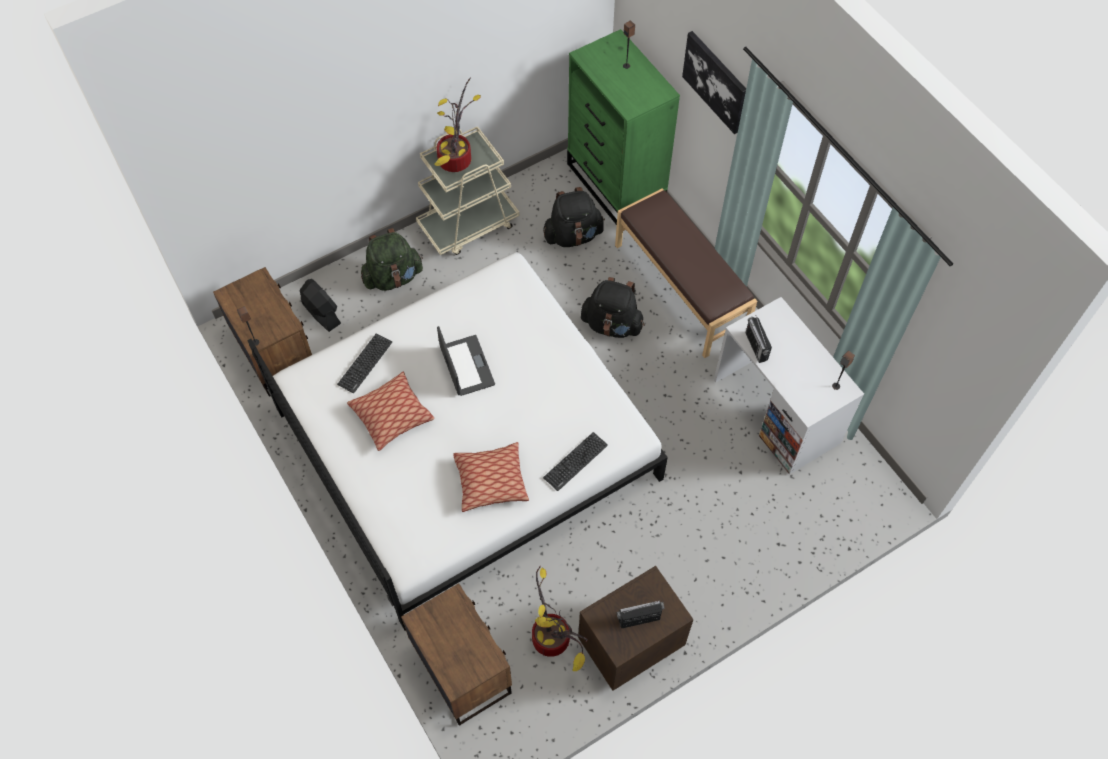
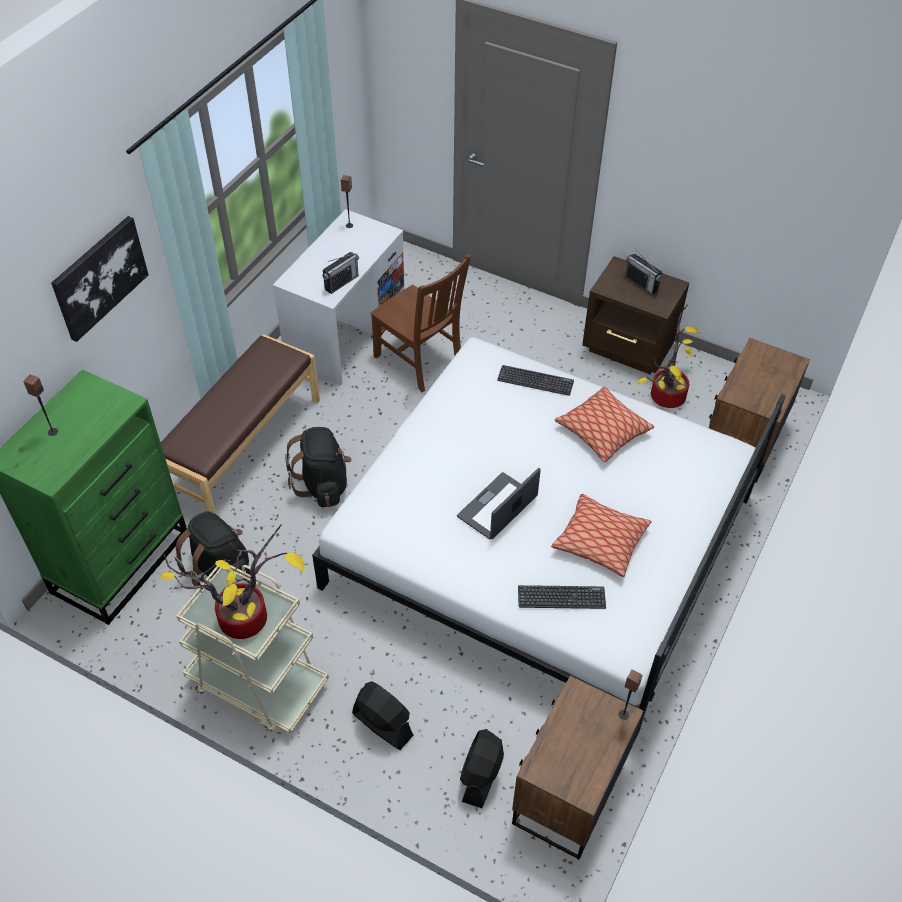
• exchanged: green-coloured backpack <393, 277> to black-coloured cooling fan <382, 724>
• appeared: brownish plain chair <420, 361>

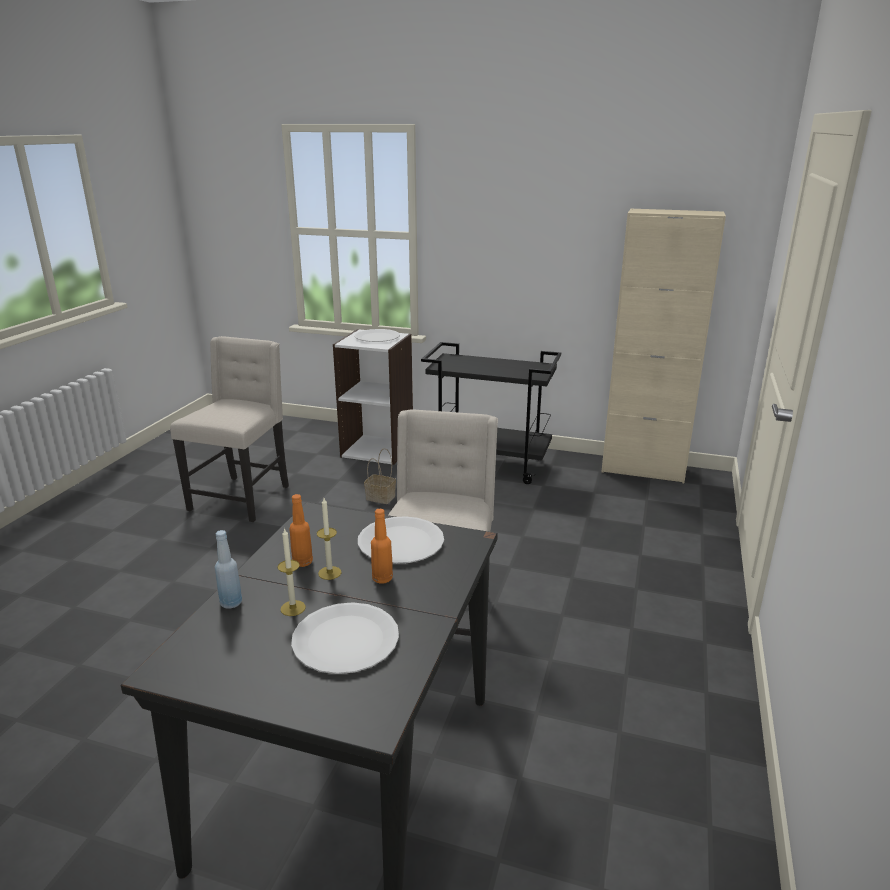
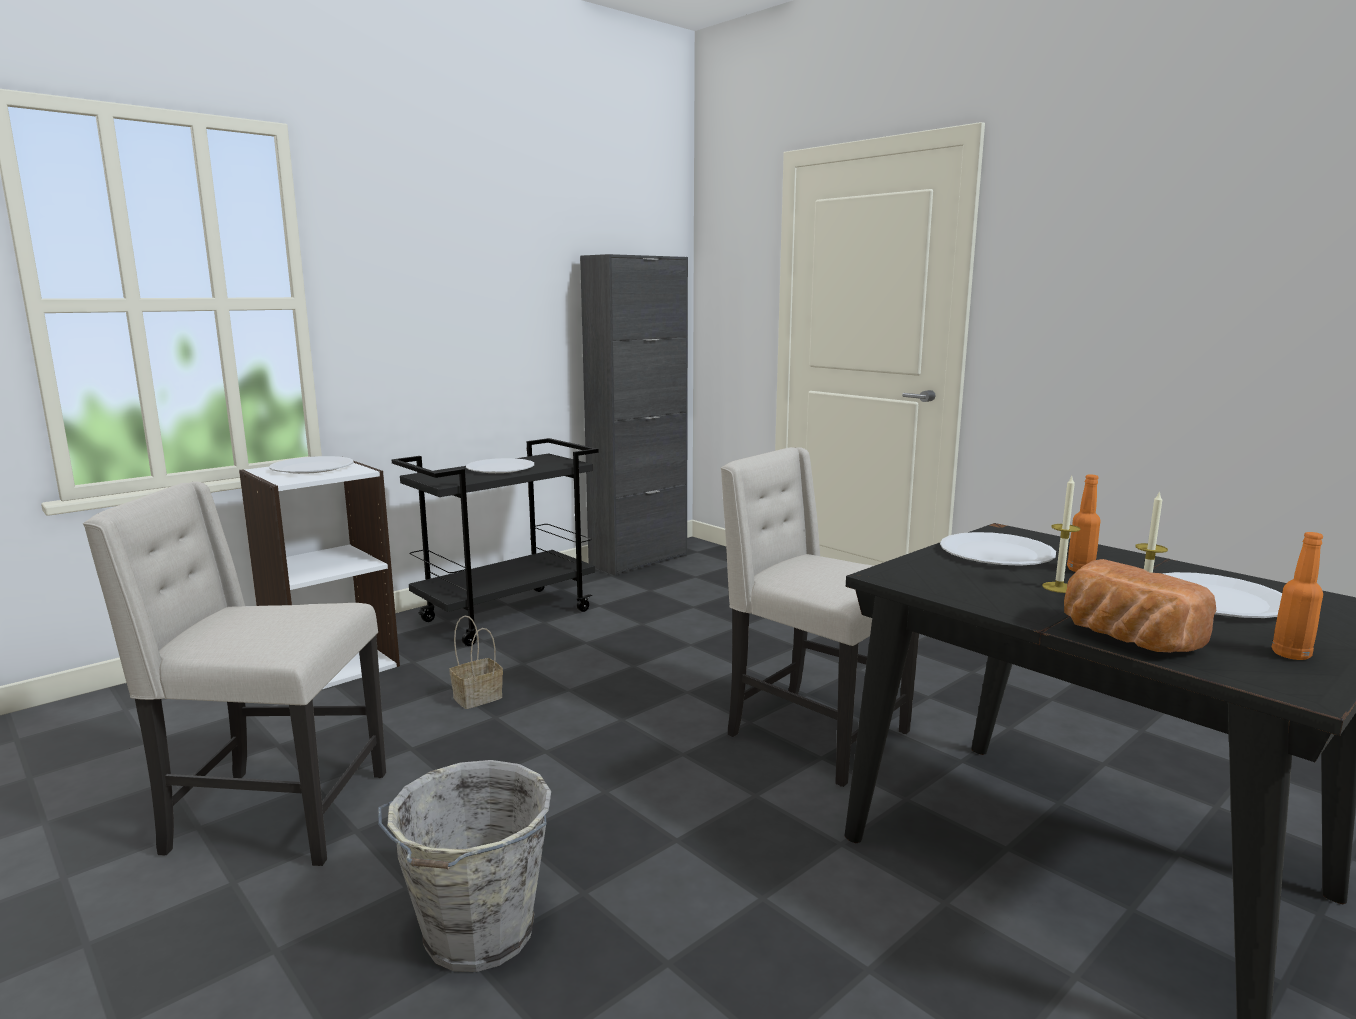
• spun: beige-coloured plain chair <242, 498> = <273, 815> 45 degrees counterclockwise
• appeared: gray pail <477, 936>
• appeared: white-coloured plate <500, 468>
• colour: beige-coloured cabinet <643, 470> to black-coloured cabinet <638, 560>
• exchanged: blue bottle <231, 603> to bakery bread <1124, 639>
• relocated: orange bottle <302, 562> to <1290, 654>

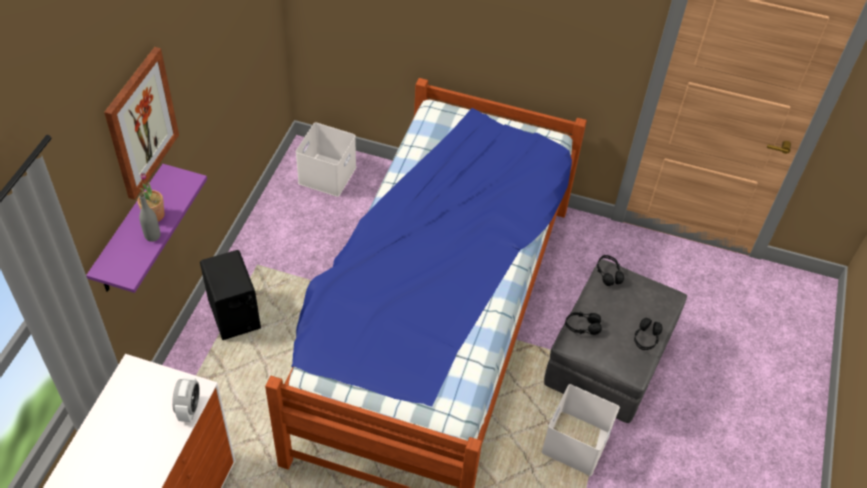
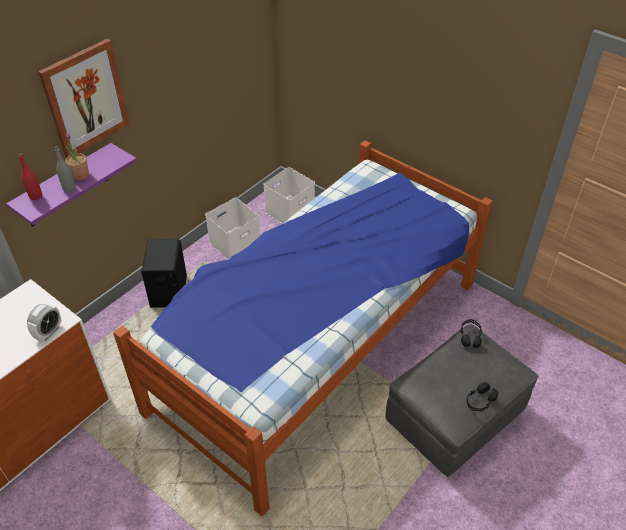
• appeared: red-coloured bottle <36, 196>
• relocated: white-coloured storage container <574, 442> to <235, 242>
• missing: black-coloured headset <582, 327>

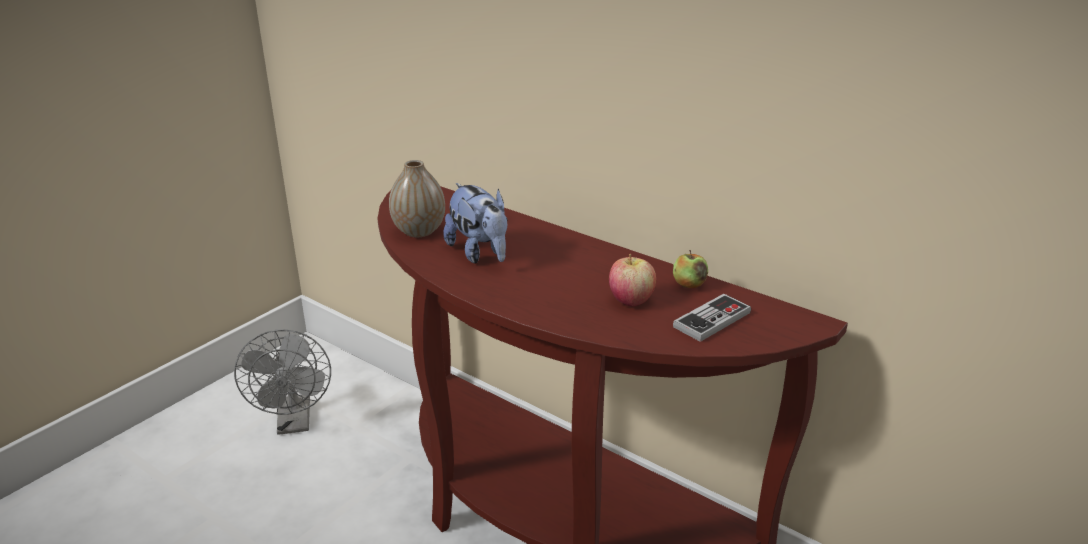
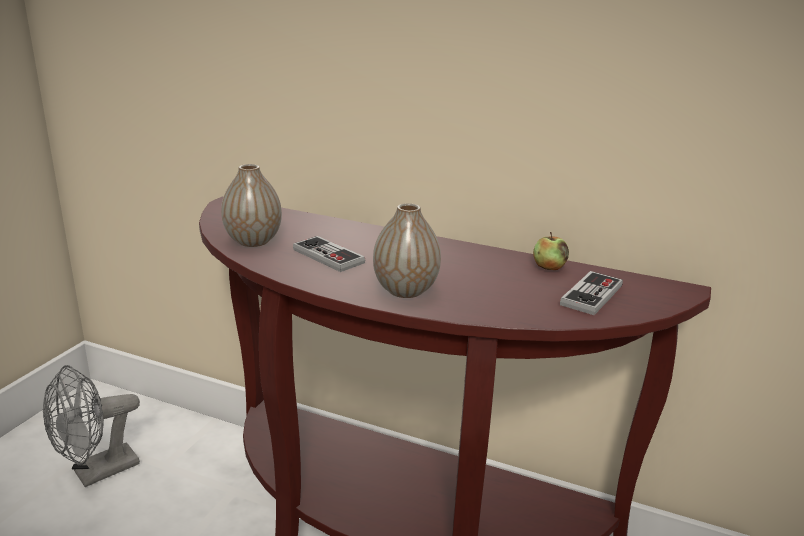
• spun: gray cooling fan <295, 423> = <97, 473> 75 degrees clockwise
• exchanged: plush toy <480, 253> to gamepad <328, 256>
• appeared: vase <405, 290>
• missing: apple <631, 300>

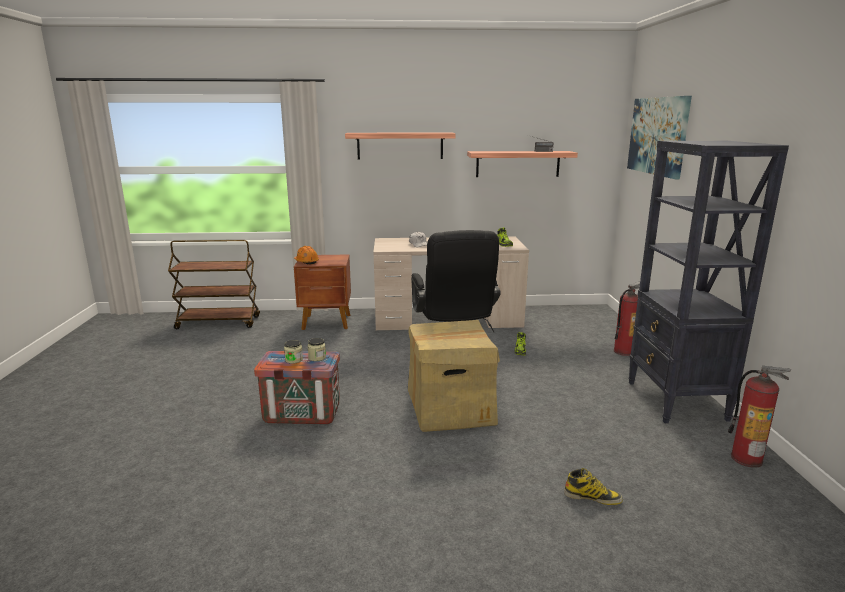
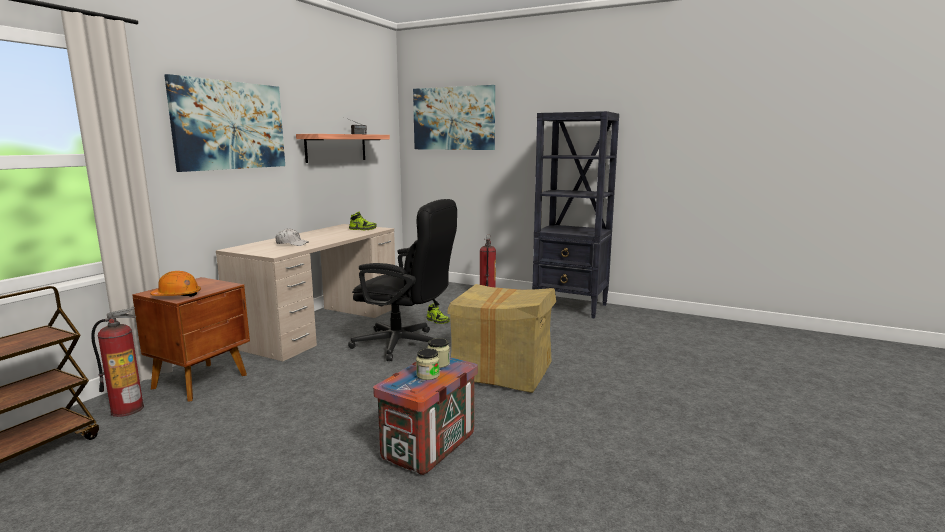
• relocated: extinguisher <746, 458> to <127, 409>
• exchanged: bracket shelf <400, 145> to wall art <230, 125>
• missing: tall boot <592, 497>

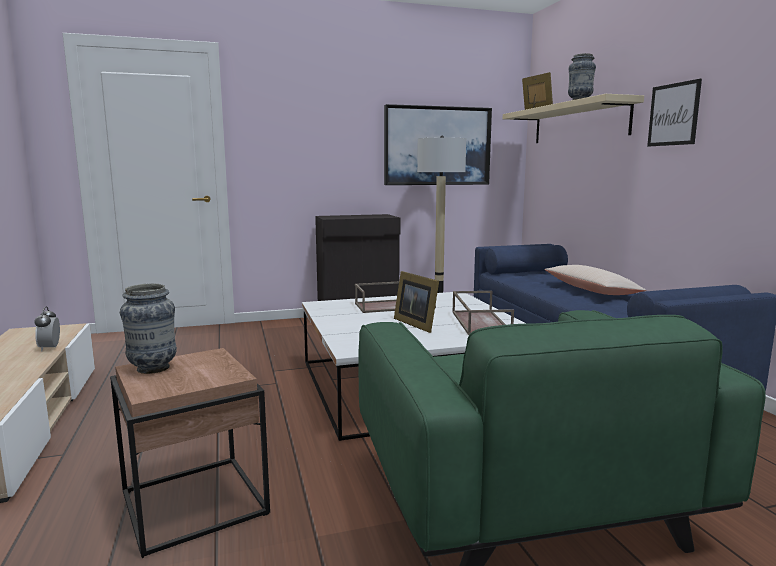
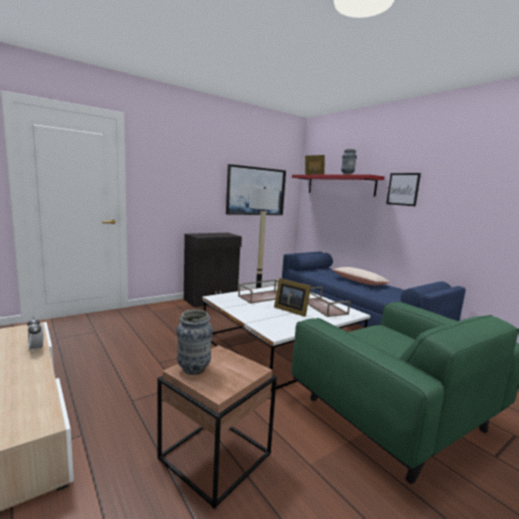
• colour: beige-coloured bracket shelf <579, 123> to red-coloured bracket shelf <339, 185>

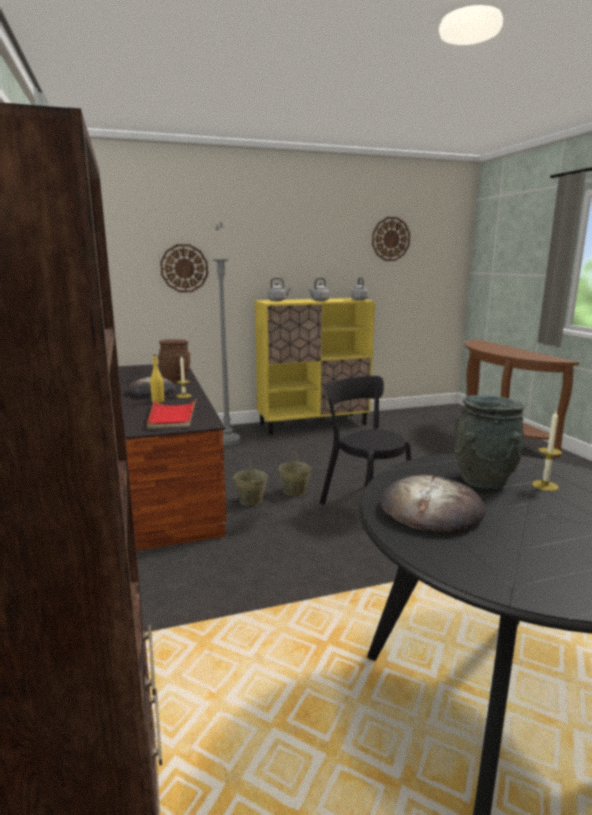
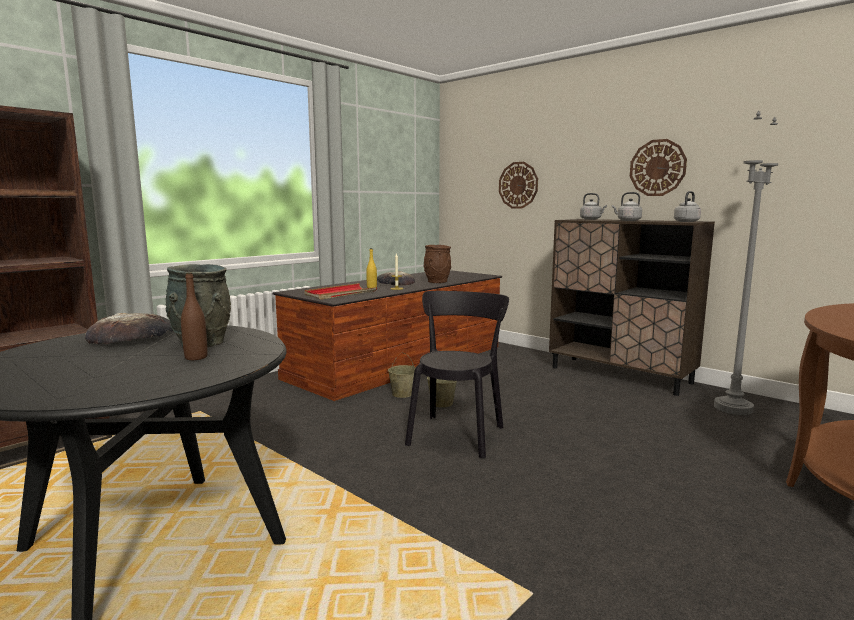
• exchanged: candle <545, 485> to brownish bottle <196, 357>
• colour: yellowish cabinet <313, 424> to brownish cabinet <620, 375>
• relocated: clock on the wall <390, 239> to <657, 168>
• relocated: gray standing lamp <227, 441> to <733, 408>

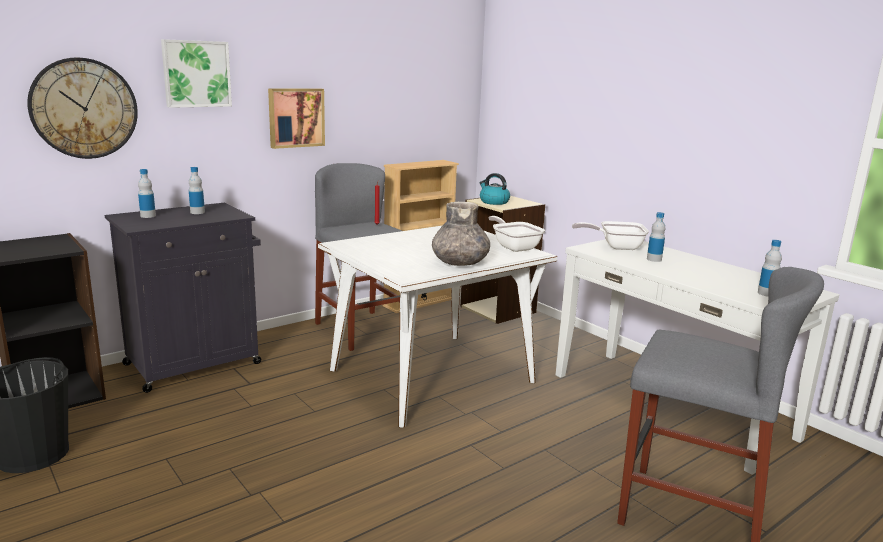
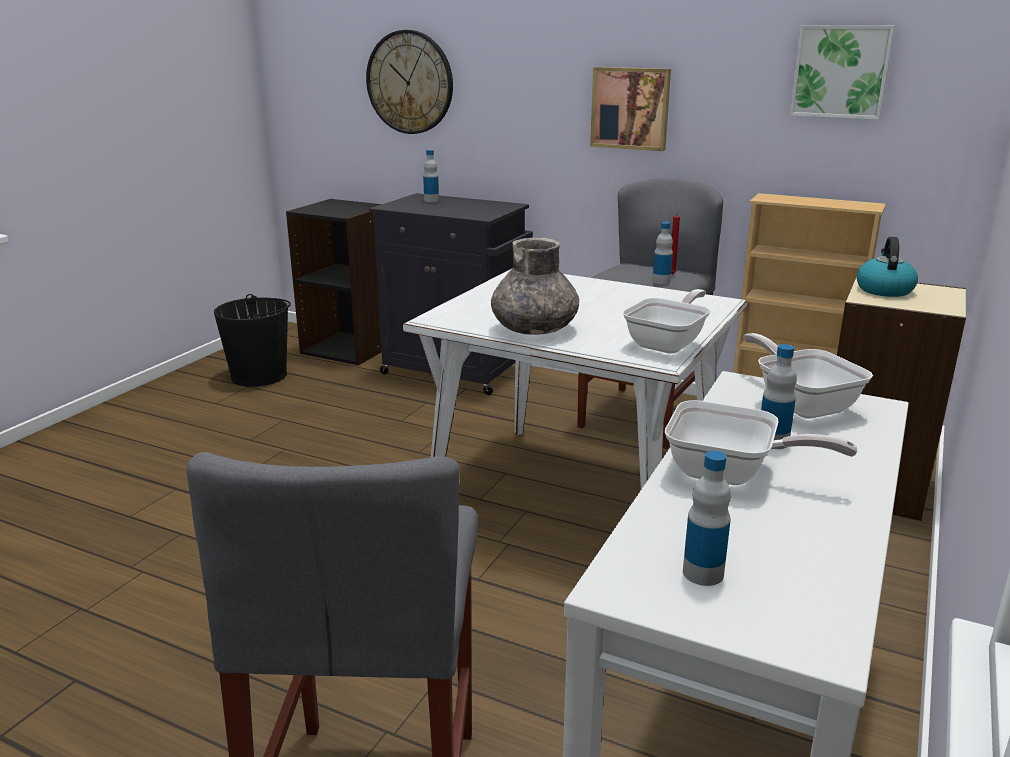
• relocated: bottle <197, 212> to <661, 281>
• appeared: pan <731, 474>
• relocated: wall art <196, 73> to <841, 71>

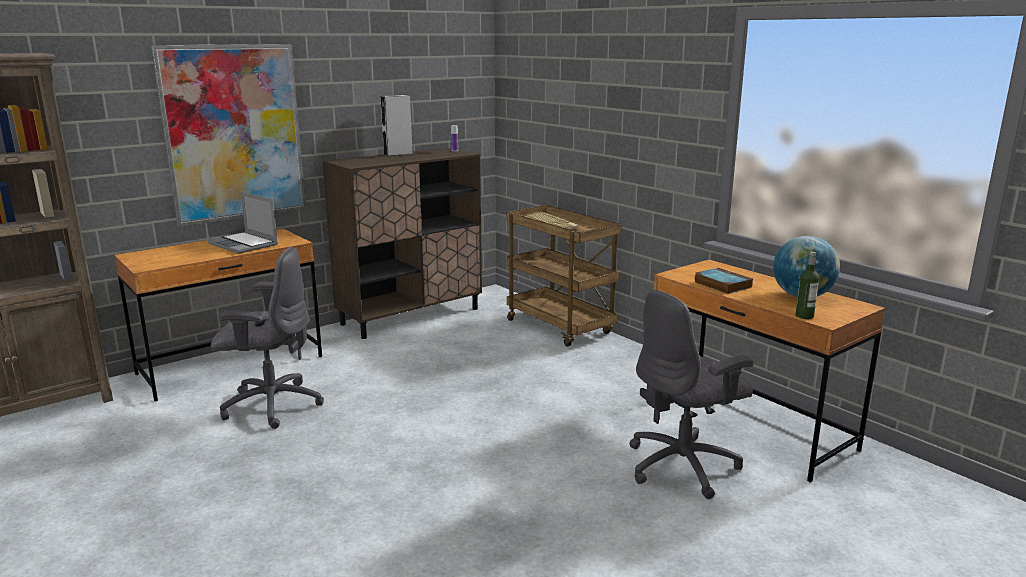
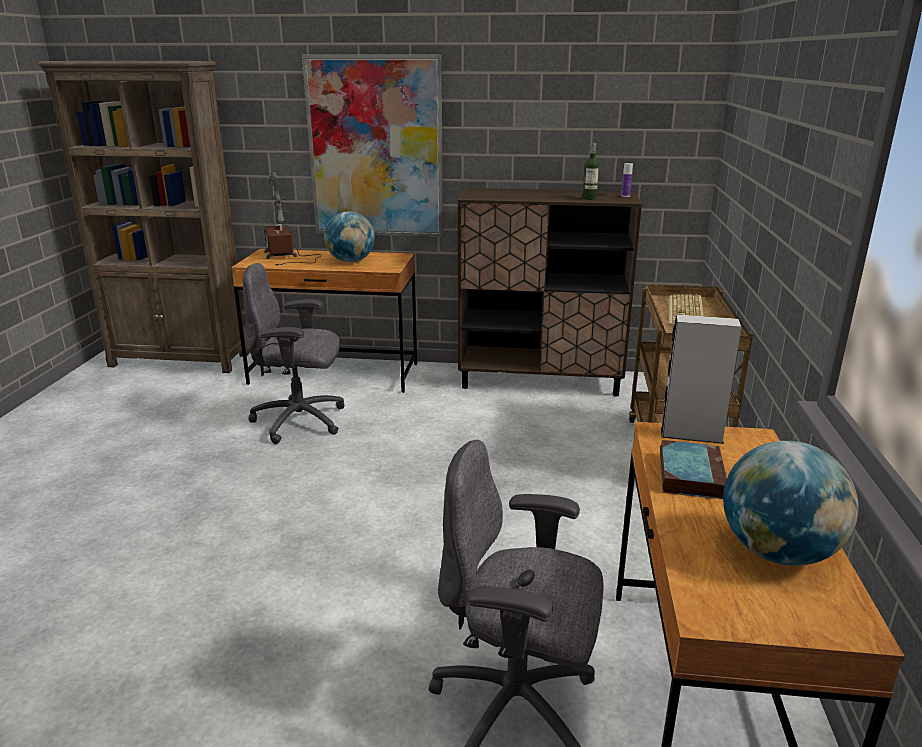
• spun: gray computer chair <271, 405> = <301, 421> 135 degrees clockwise
• appeared: tabletop lamp <285, 256>
• exchanged: portable computer <244, 244> to globe <351, 261>
• relocated: bottle <804, 316> to <589, 198>
• relocated: gray loudspeaker <398, 154> to <691, 435>

